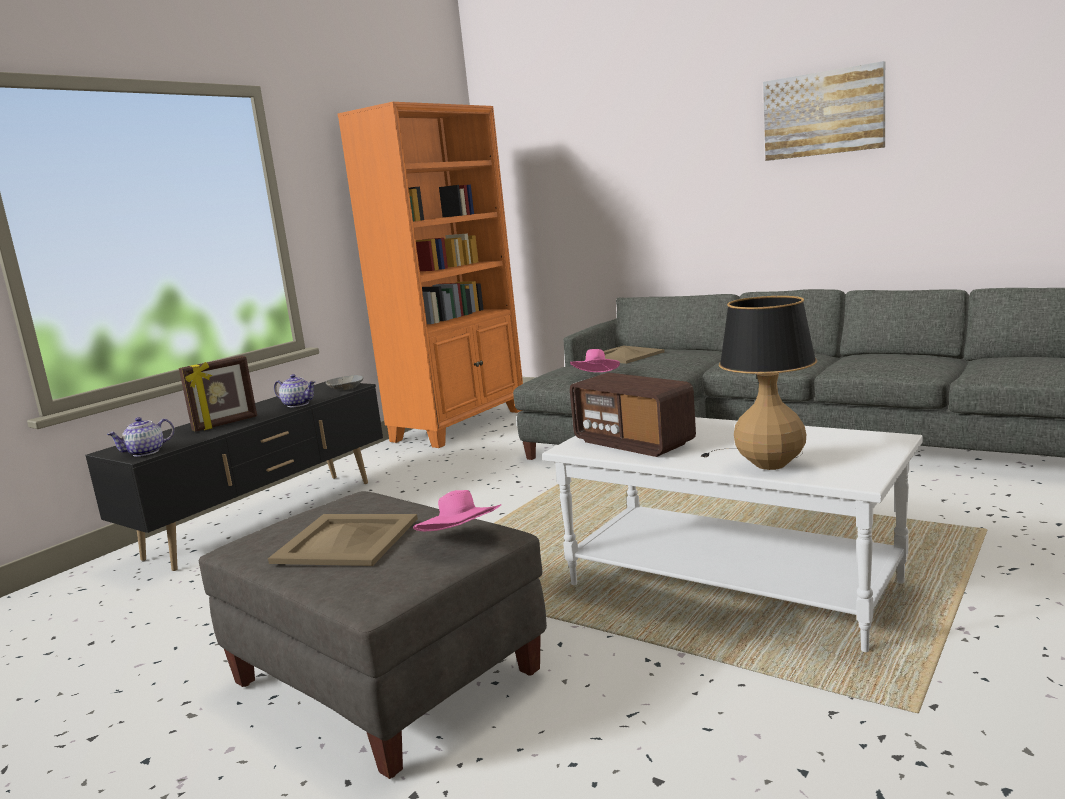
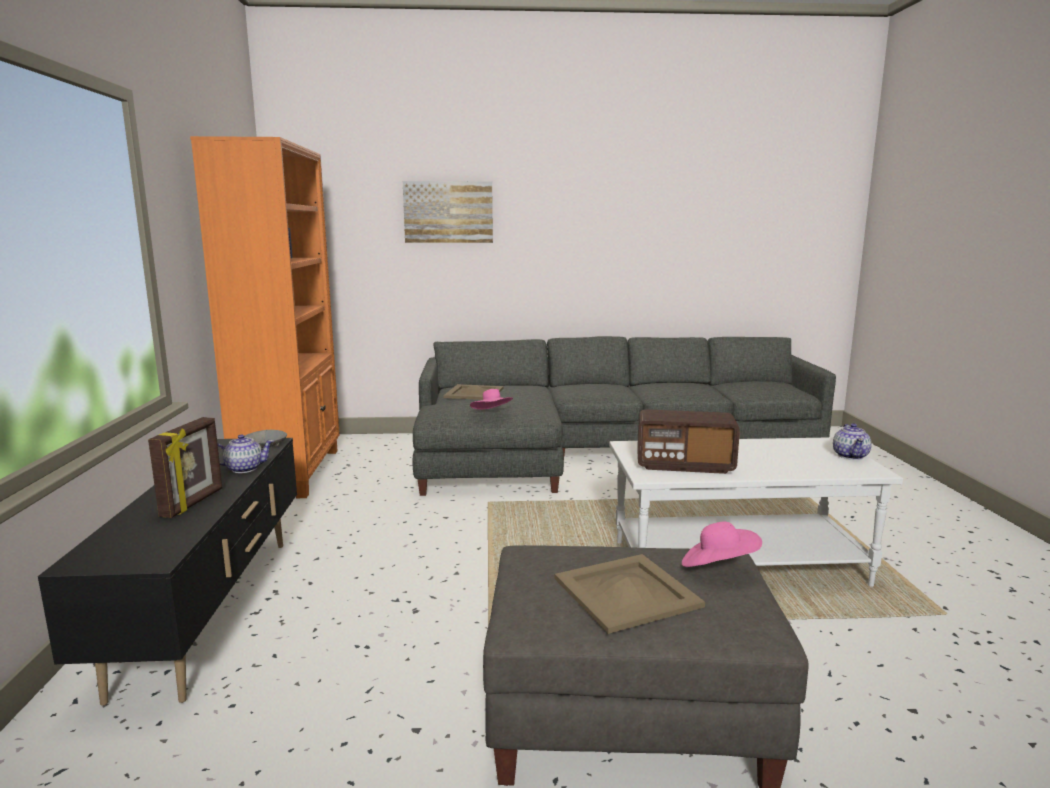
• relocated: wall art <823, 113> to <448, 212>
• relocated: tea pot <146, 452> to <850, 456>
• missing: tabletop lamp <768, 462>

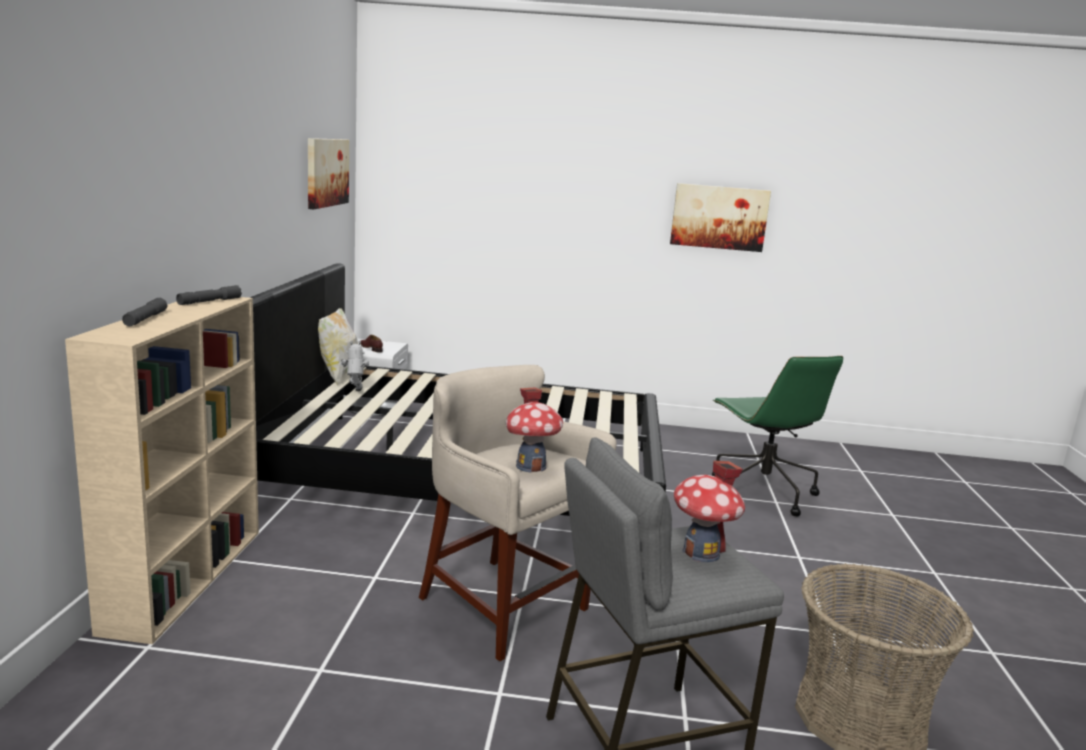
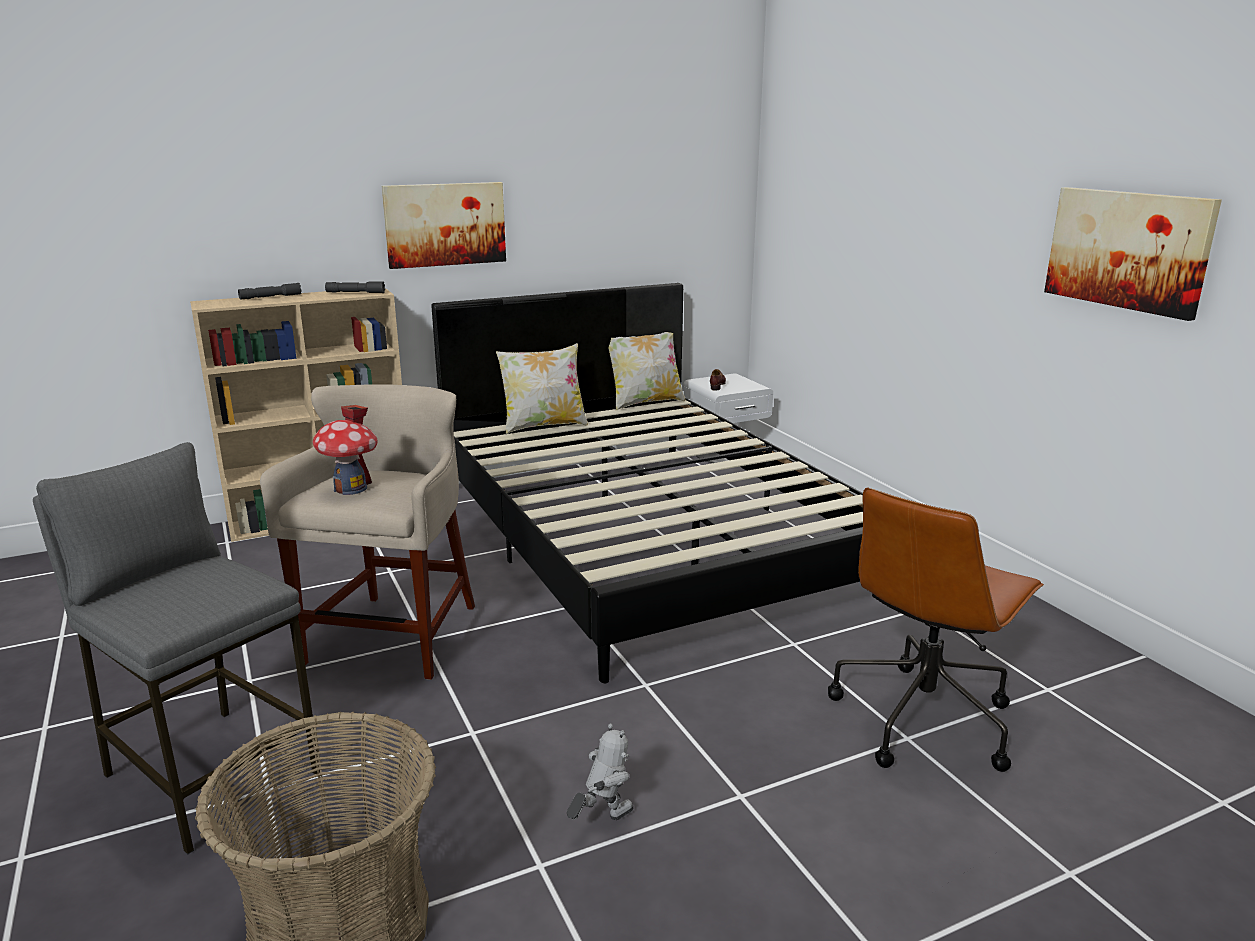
• relocated: wall art <326, 172> to <445, 224>
• appeared: cushion <543, 425>
• relocated: robot figure <355, 392> to <602, 819>
• colour: green-coloured computer chair <761, 491> to brownish computer chair <923, 717>
• missing: model house <701, 553>

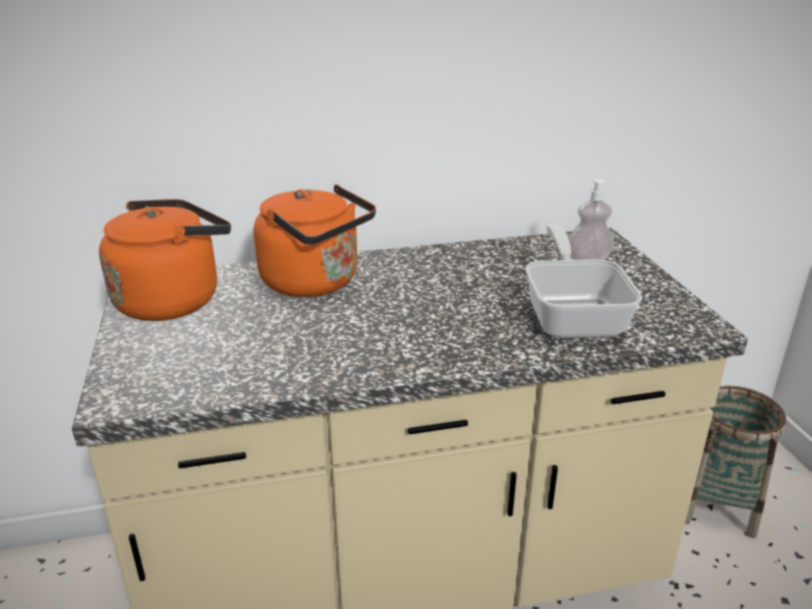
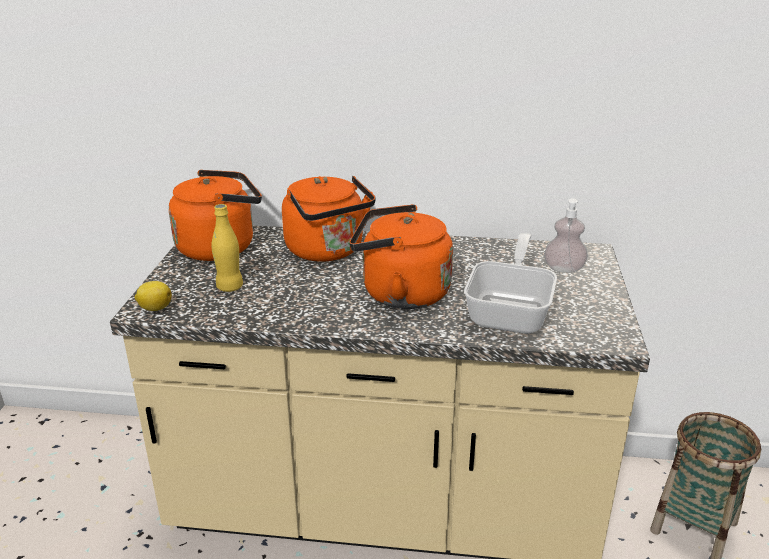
• appeared: lemon <155, 308>
• appeared: yellowish bottle <230, 287>
• appeared: orange kettle <400, 293>

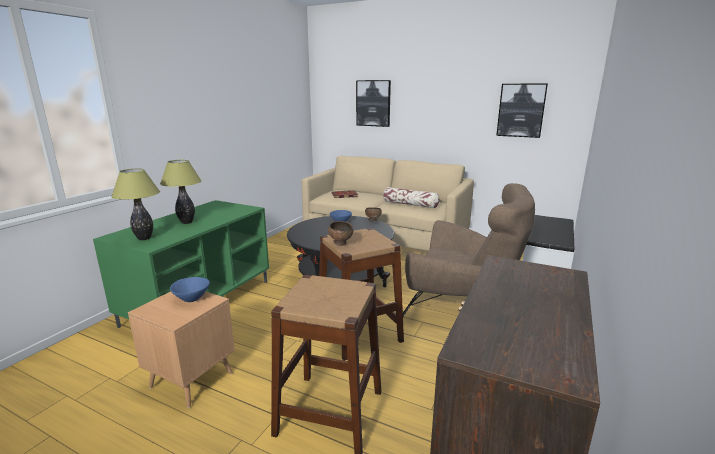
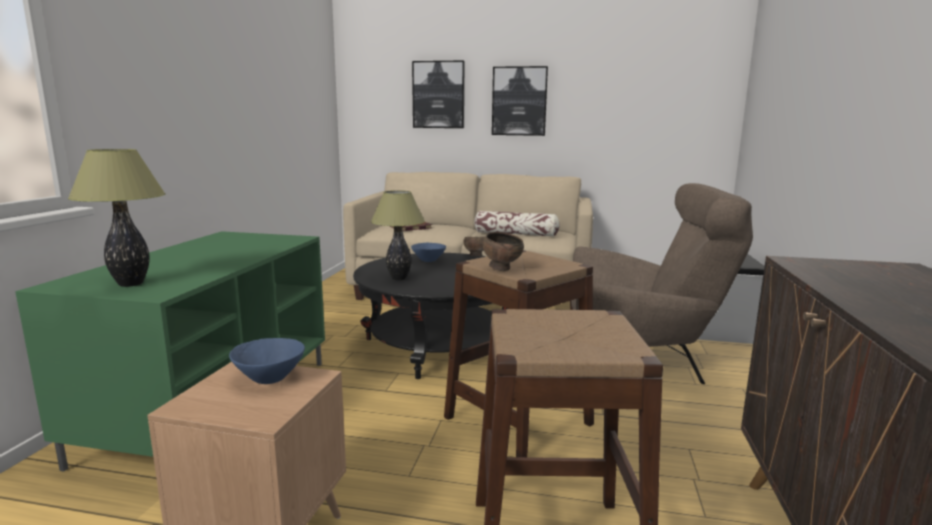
• relocated: tabletop lamp <187, 222> to <399, 278>
• relocated: wall art <521, 110> to <519, 101>

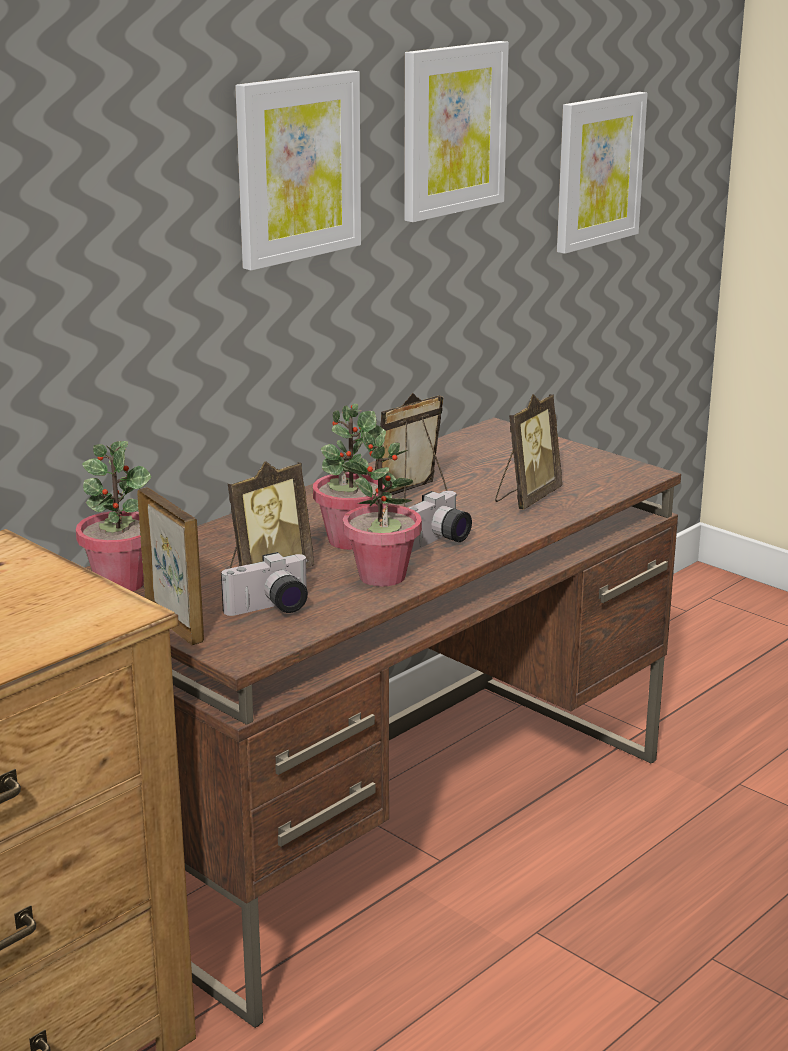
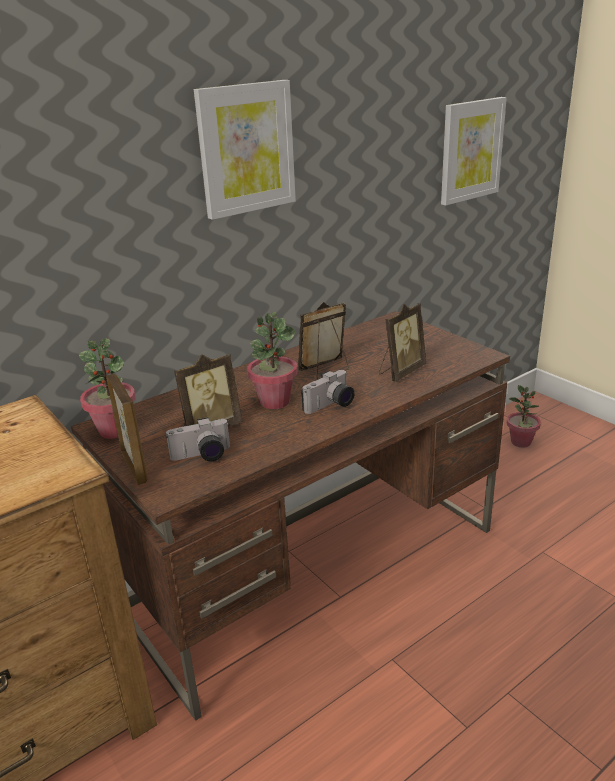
• relocated: houseplant <382, 576> to <521, 442>
• missing: wall art <452, 130>

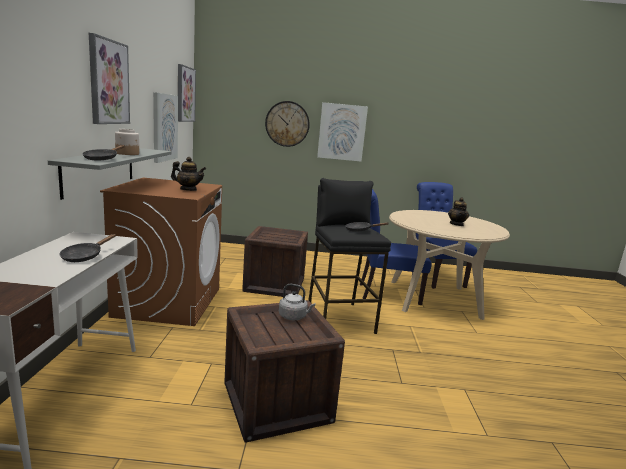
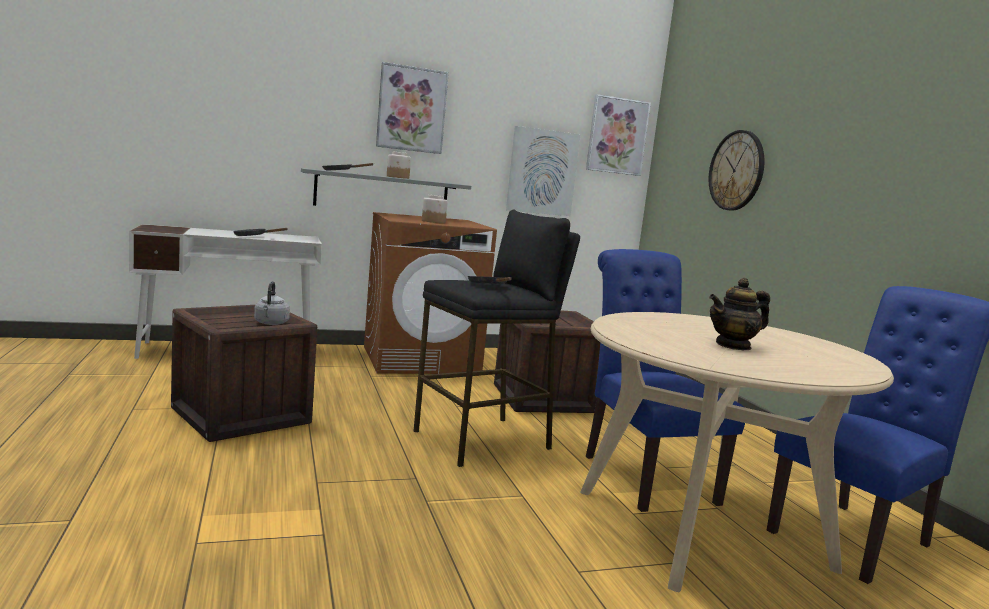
• exchanged: tea pot <188, 190> to jar <433, 221>
• missing: wall art <342, 132>

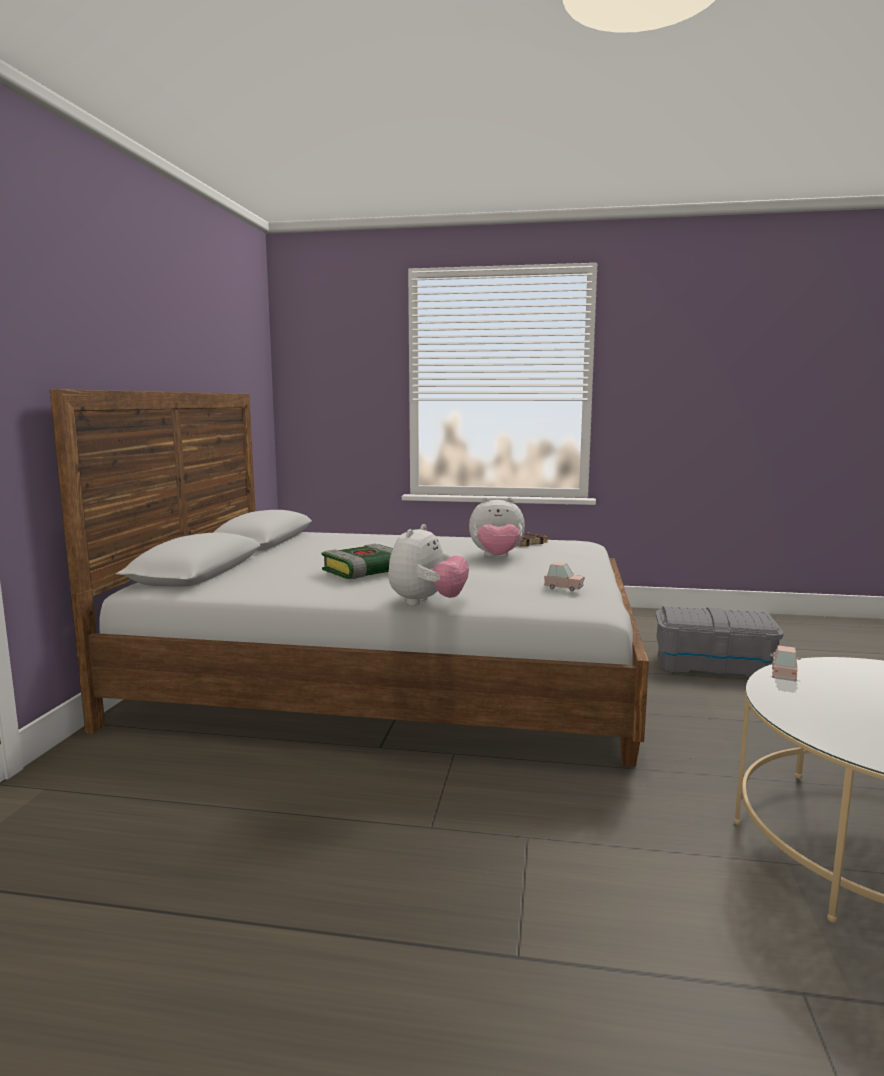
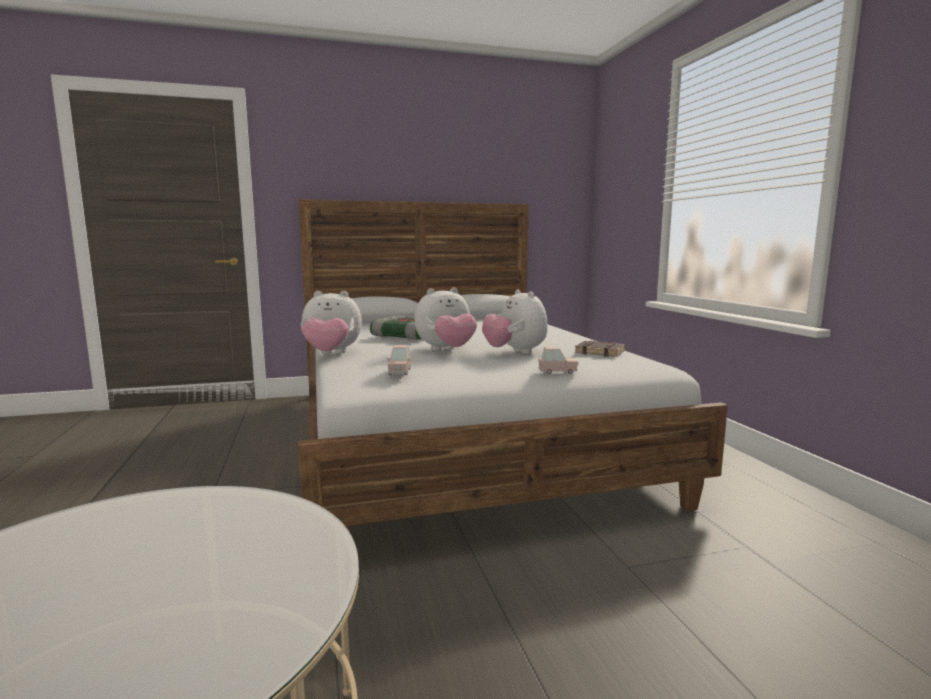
• appeared: plush toy <446, 350>
• relocated: pinkish model car <783, 674> to <557, 371>
• missing: gray storage container <713, 665>

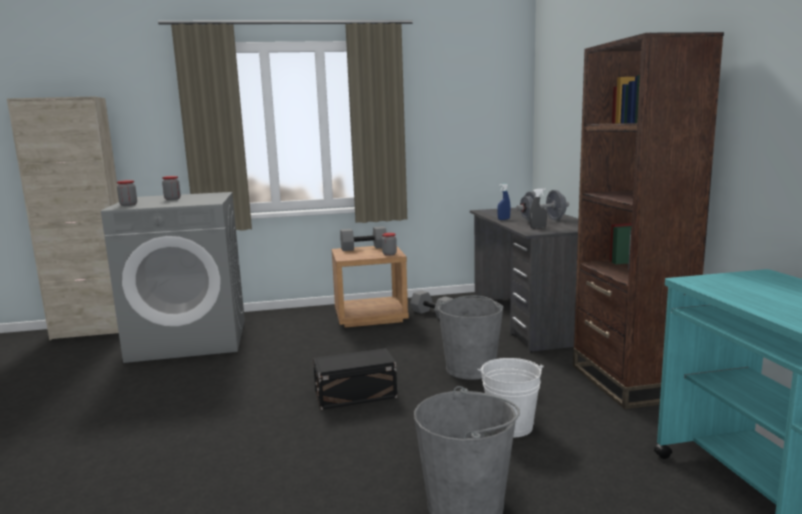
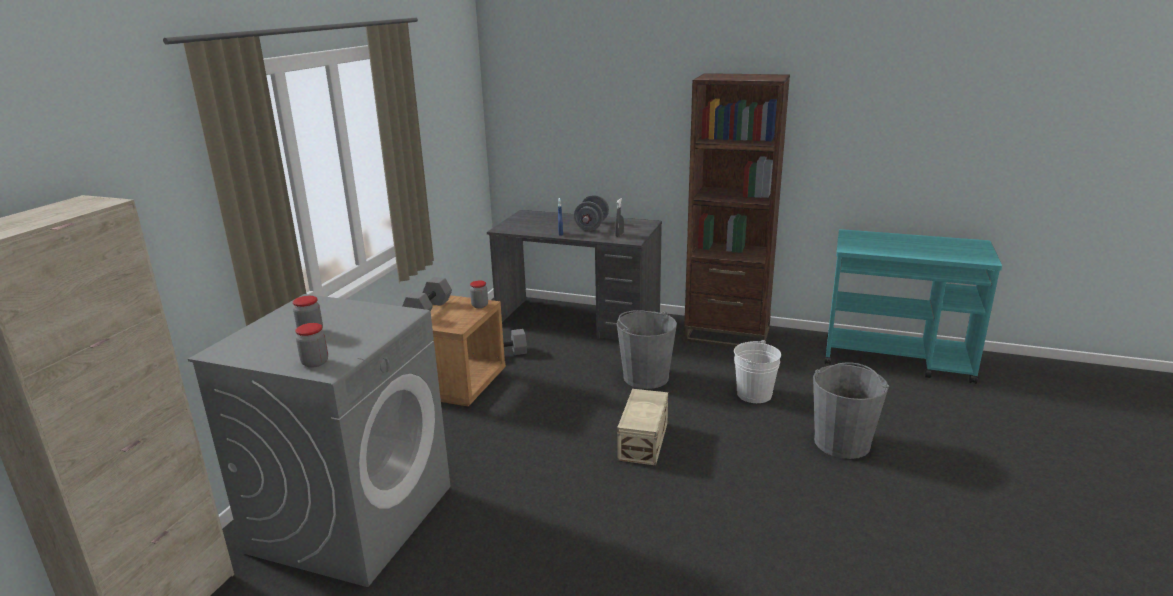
• colour: black-coloured storage container <357, 395> to beige-coloured storage container <644, 440>

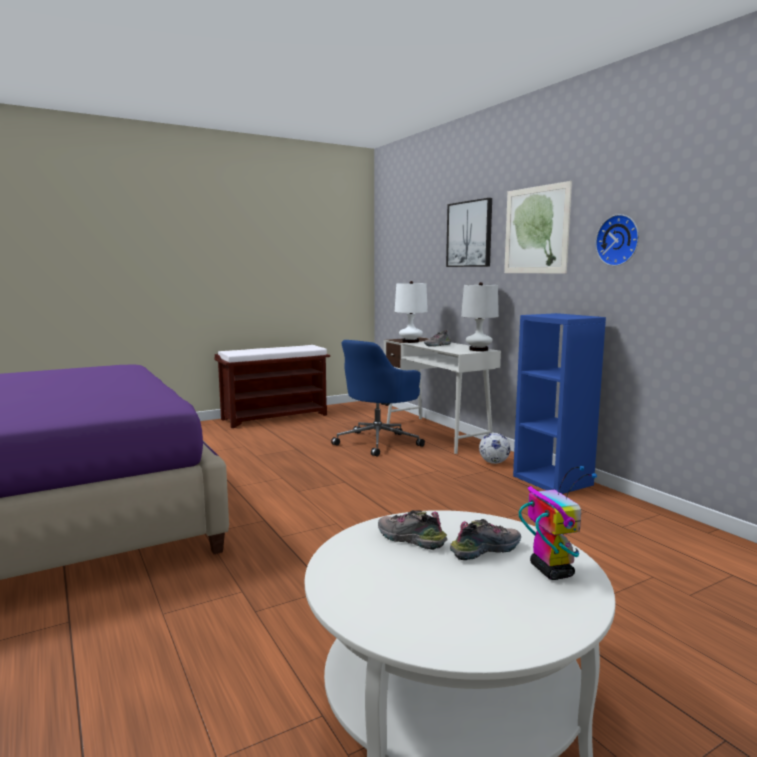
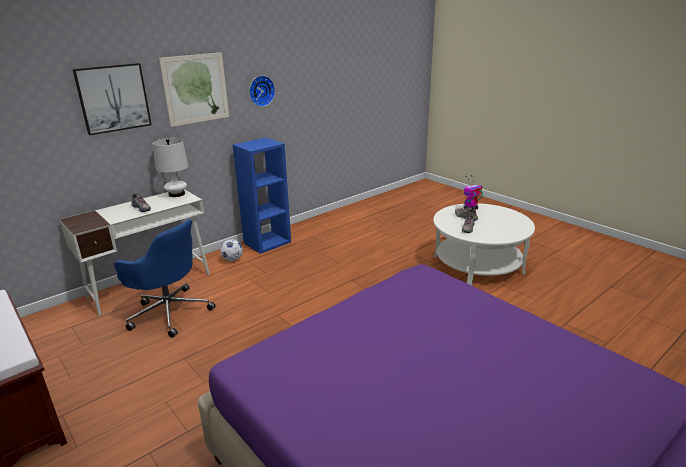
• missing: white-coloured tabletop lamp <410, 341>

